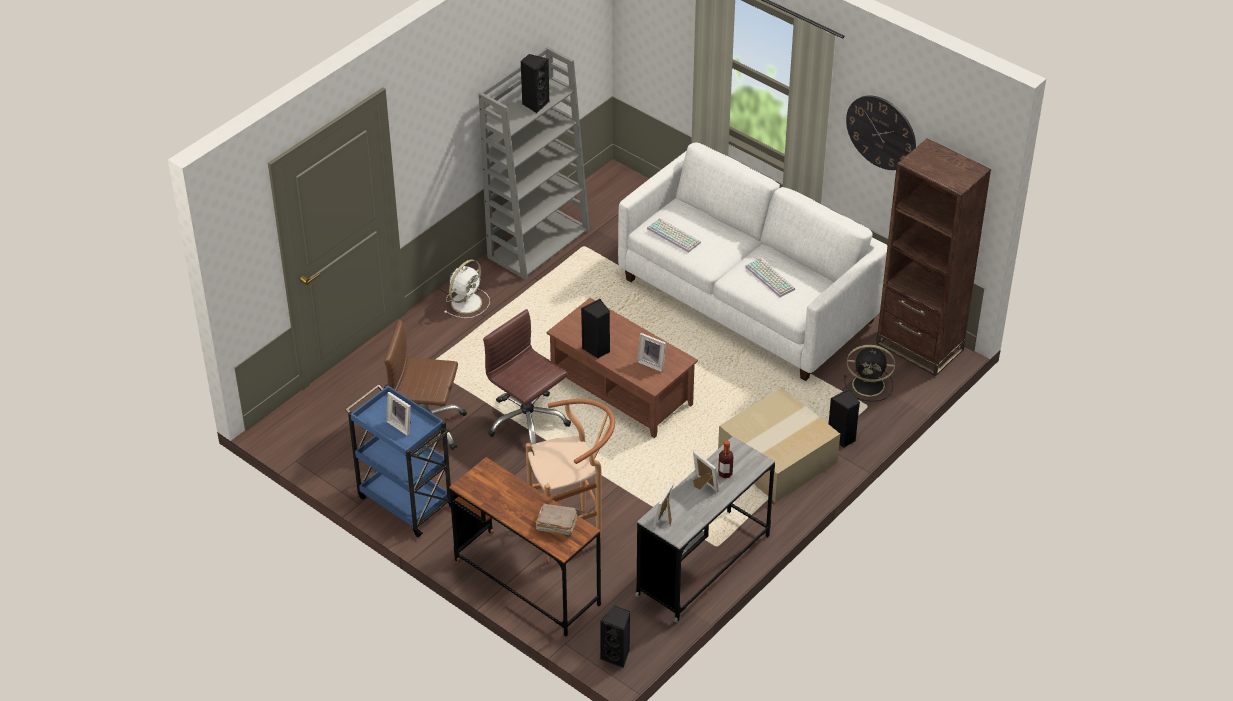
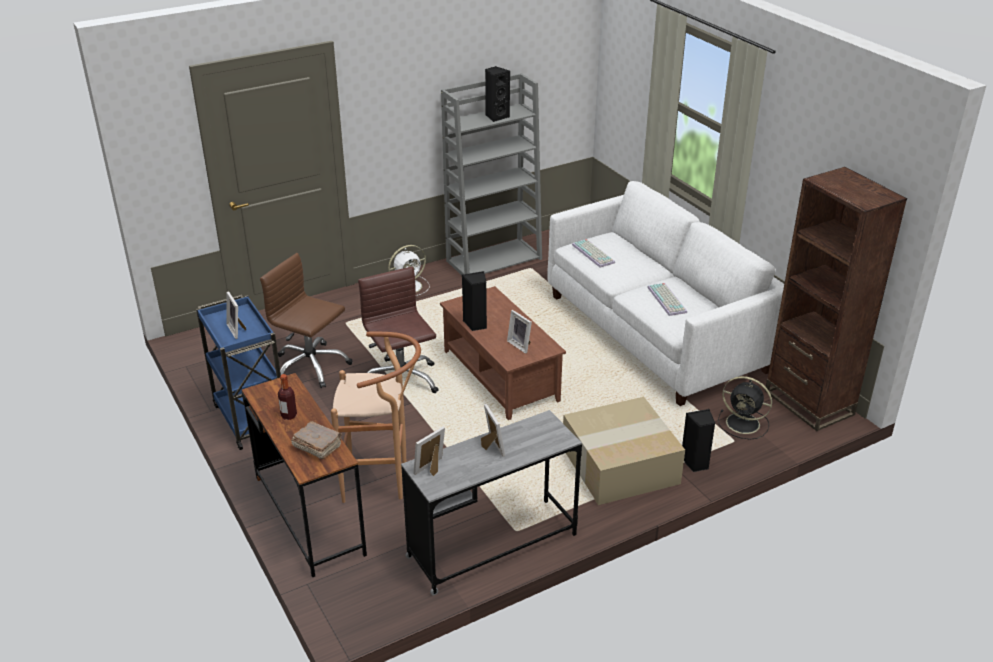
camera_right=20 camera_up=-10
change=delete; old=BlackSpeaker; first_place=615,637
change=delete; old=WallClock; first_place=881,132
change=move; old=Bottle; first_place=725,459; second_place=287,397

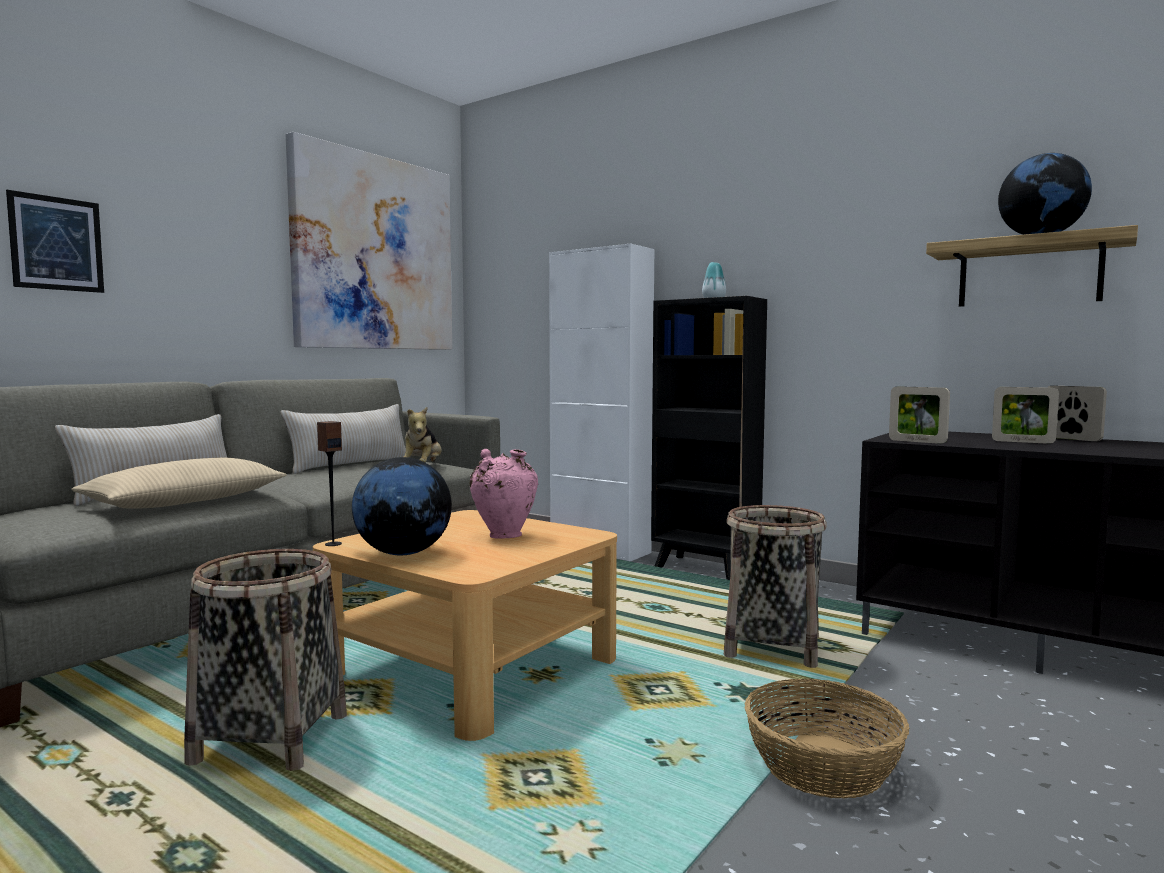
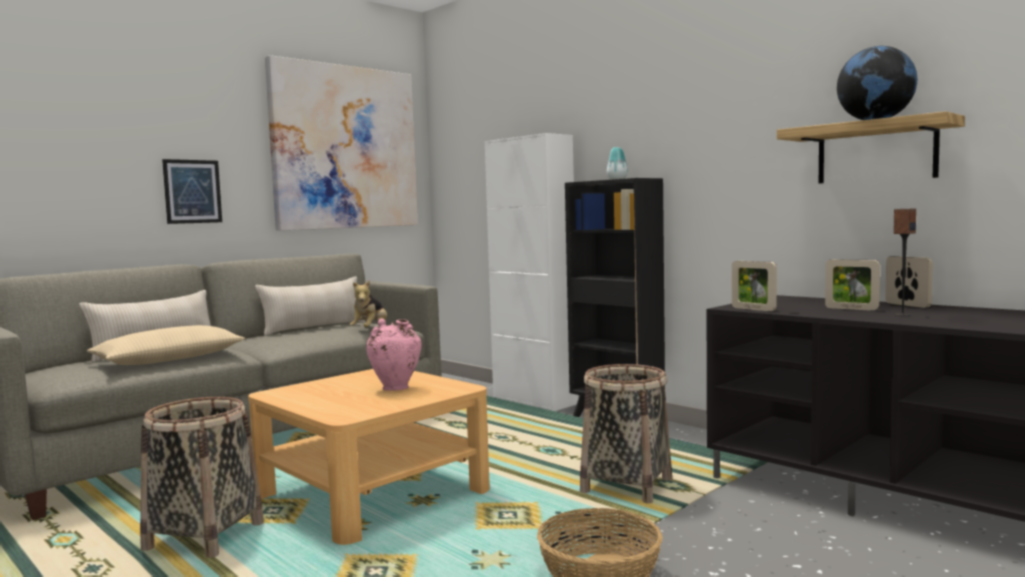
camera_right=10 camera_up=0
change=delete; old=Globe; first_place=402,506
change=move; old=Picture; first_place=55,241; second_place=192,191
change=move; old=Speaker; first_place=329,483; second_place=904,262

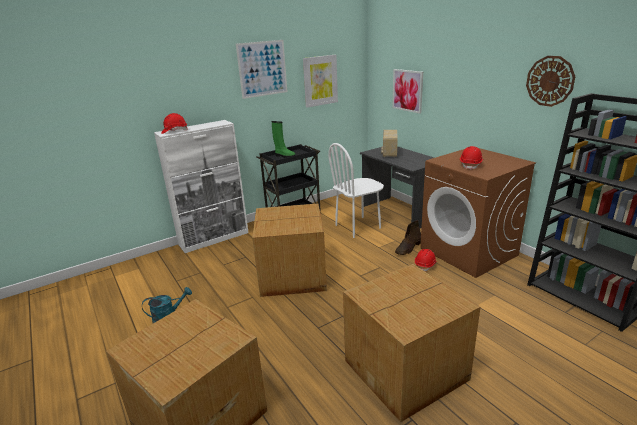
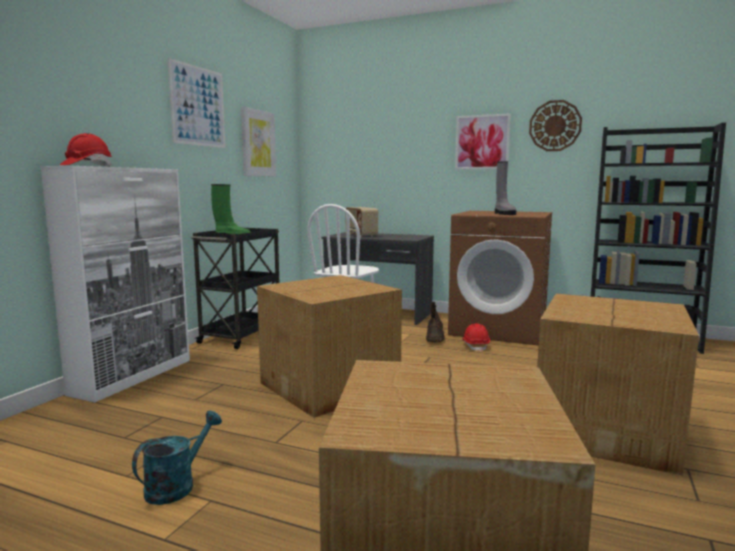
camera_right=-35 camera_up=-15
change=move; old=Picture; first_place=407,91; second_place=483,141
change=replace; old=RedHardHat; new=GreyBoot; first_place=471,158; second_place=505,188

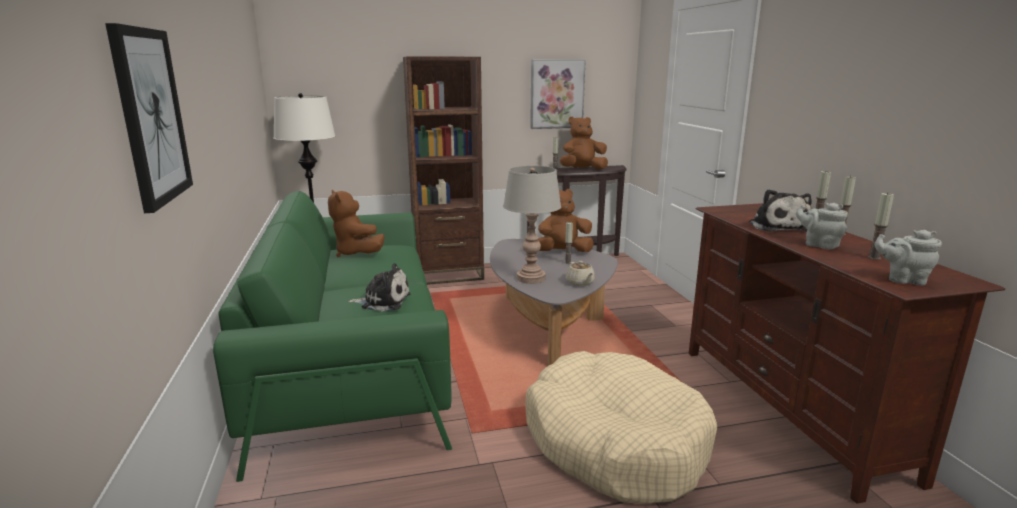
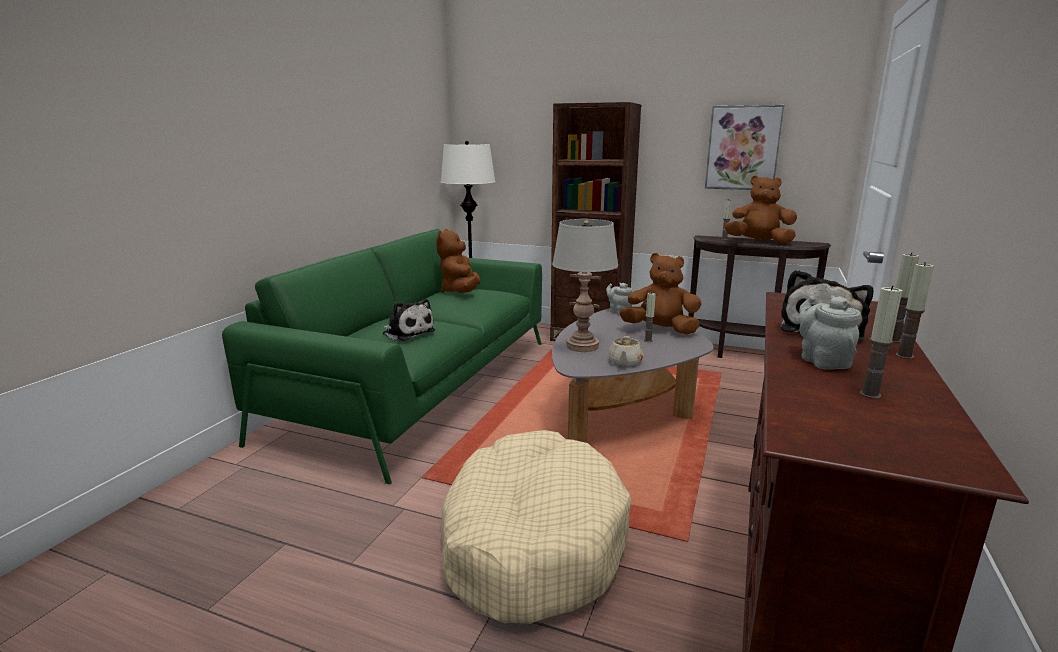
camera_right=35 camera_up=0
change=delete; old=Picture; first_place=149,118
change=move; old=GreyTeapot; first_place=908,257; second_place=619,299

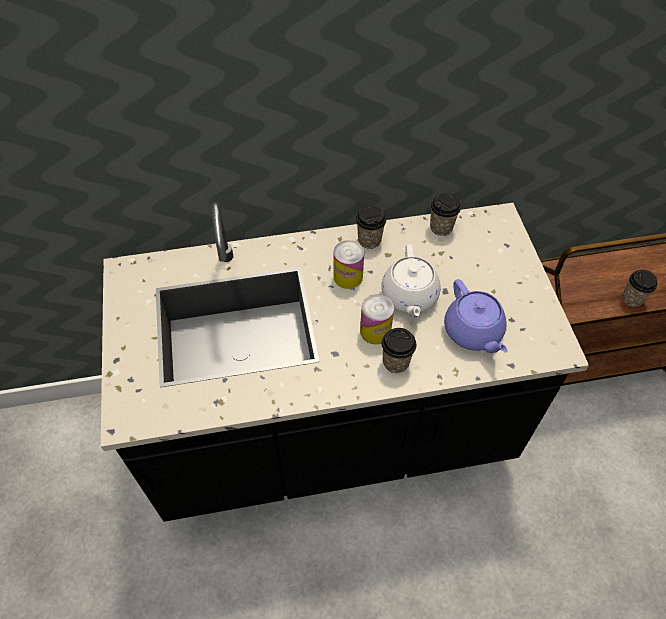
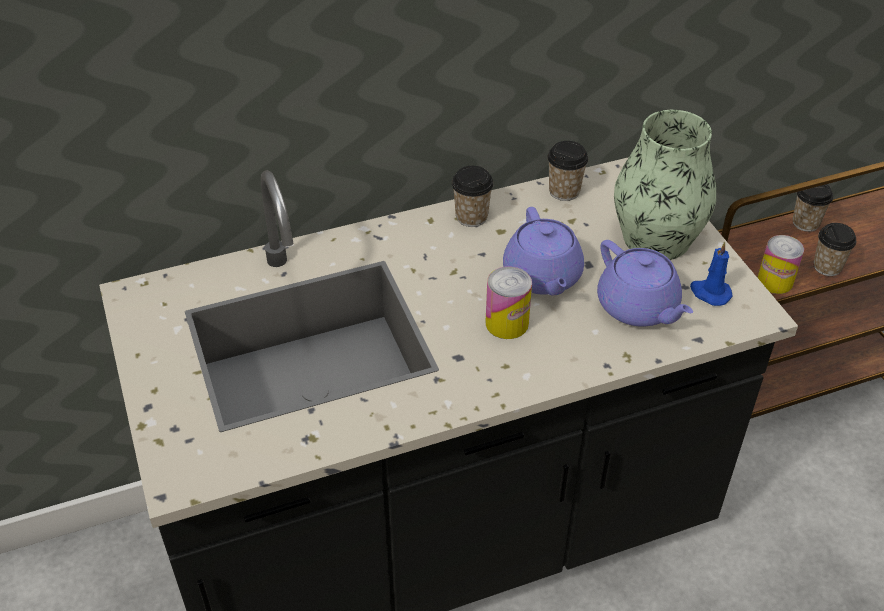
camera_right=-10 camera_up=-10
change=insert; new=Vase; second_place=665,185
change=insert; new=BlueCandle; second_place=711,273
change=move; old=Can; first_place=348,264; second_place=780,264
change=move; old=Cup; first_place=399,350; second_place=813,206
change=recolor; old=WhiteTeapot; new=PurpleTeapot; first_place=410,280; second_place=543,251

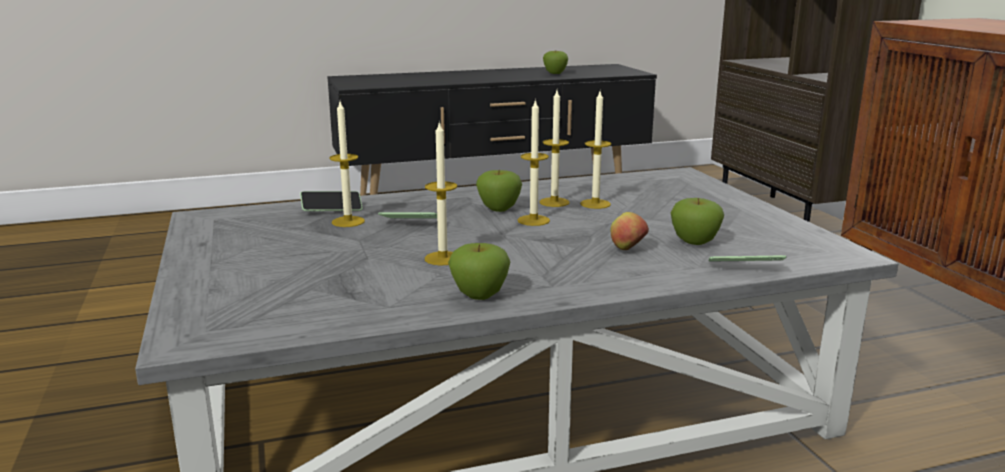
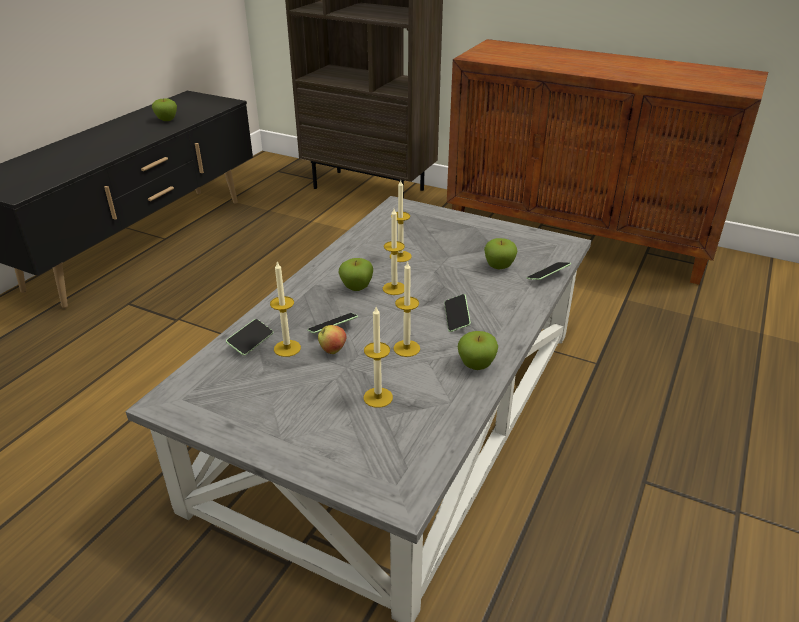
camera_right=-45 camera_up=15
change=insert; new=Phone; second_place=457,313
change=move; old=Candle; first_place=554,148; second_place=378,357
change=move; old=Apple; first_place=630,231; second_place=332,339

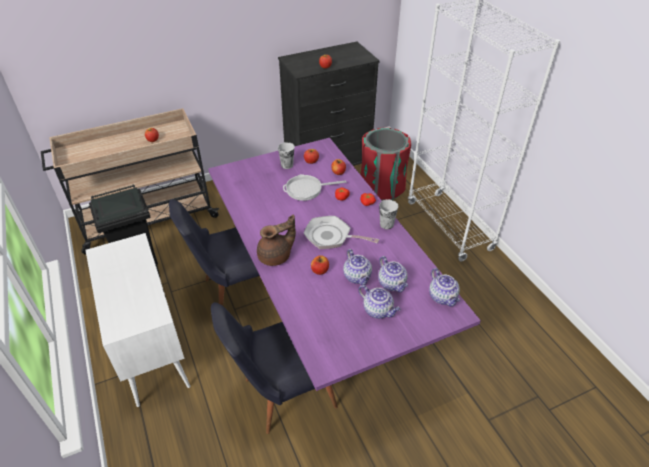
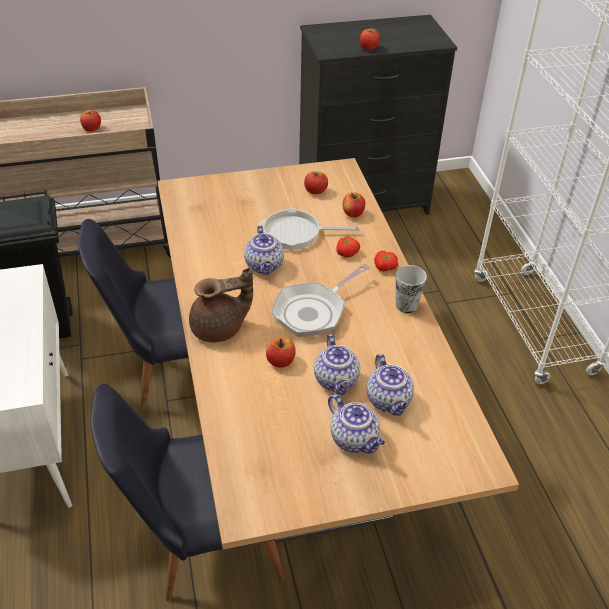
camera_right=10 camera_up=0
change=delete; old=Cup; first_place=286,155
change=delete; old=RedTrashCan; first_place=385,164
change=move; old=Teapot; first_place=444,287; second_place=264,250
change=recolor; old=PurpleDiningTable; new=BeigeDiningTable; first_place=344,264; second_place=338,353
change=rotate; old=FryingPan; first_place=341,232; second_place=320,300; degrees=-75

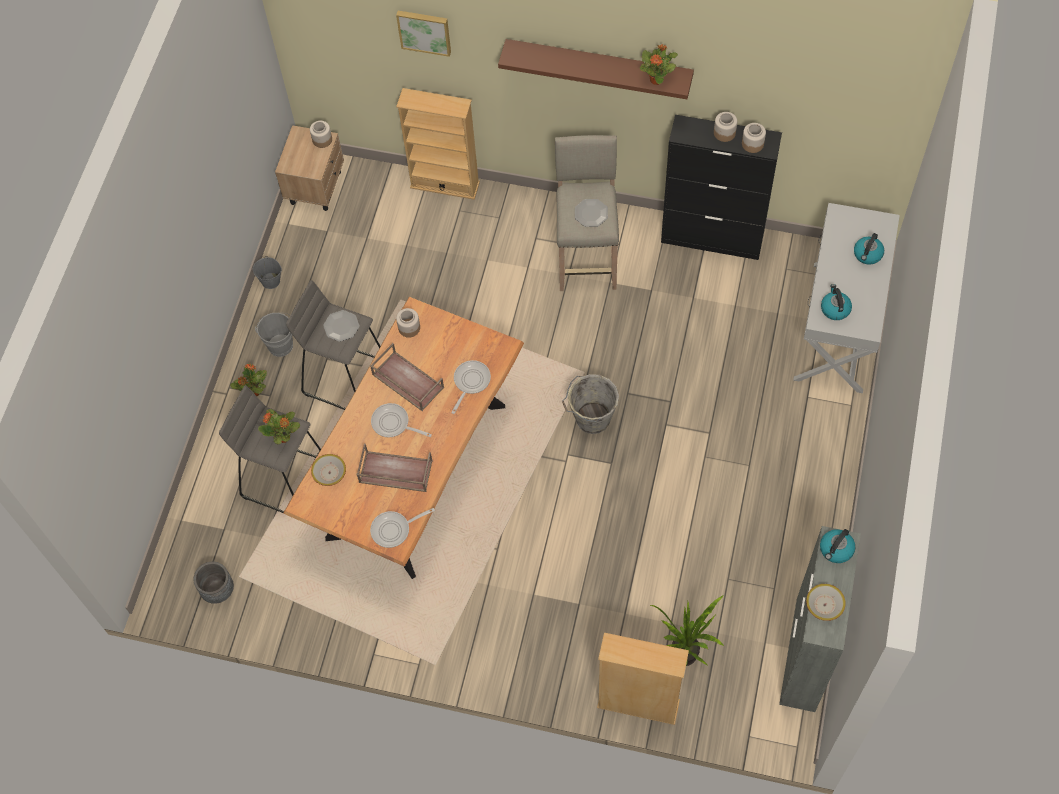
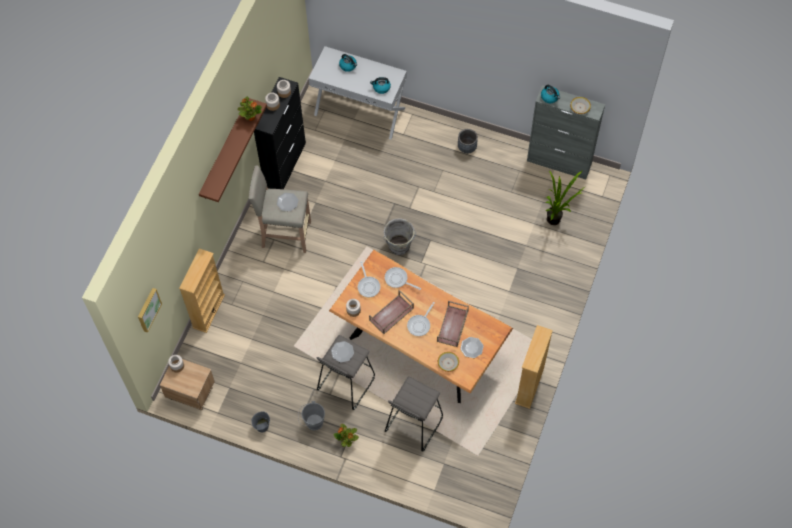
camera_right=-85 camera_up=0
change=delete; old=PottedPlant; first_place=279,427
change=insert; new=Plate; second_place=472,347
change=move; old=GreyPlanter; first_place=214,582; second_place=468,141
change=move; old=FryingPan; first_place=402,528; second_place=369,279
change=move; old=Picture; first_place=423,34; second_place=150,310
change=move; old=BeigeBookcase; first_place=643,679; second_place=534,367

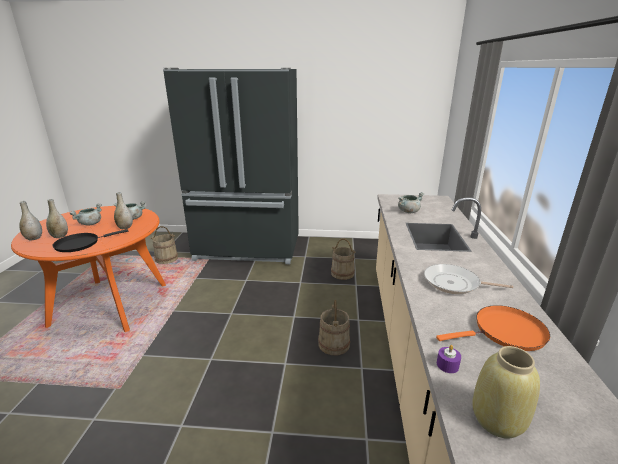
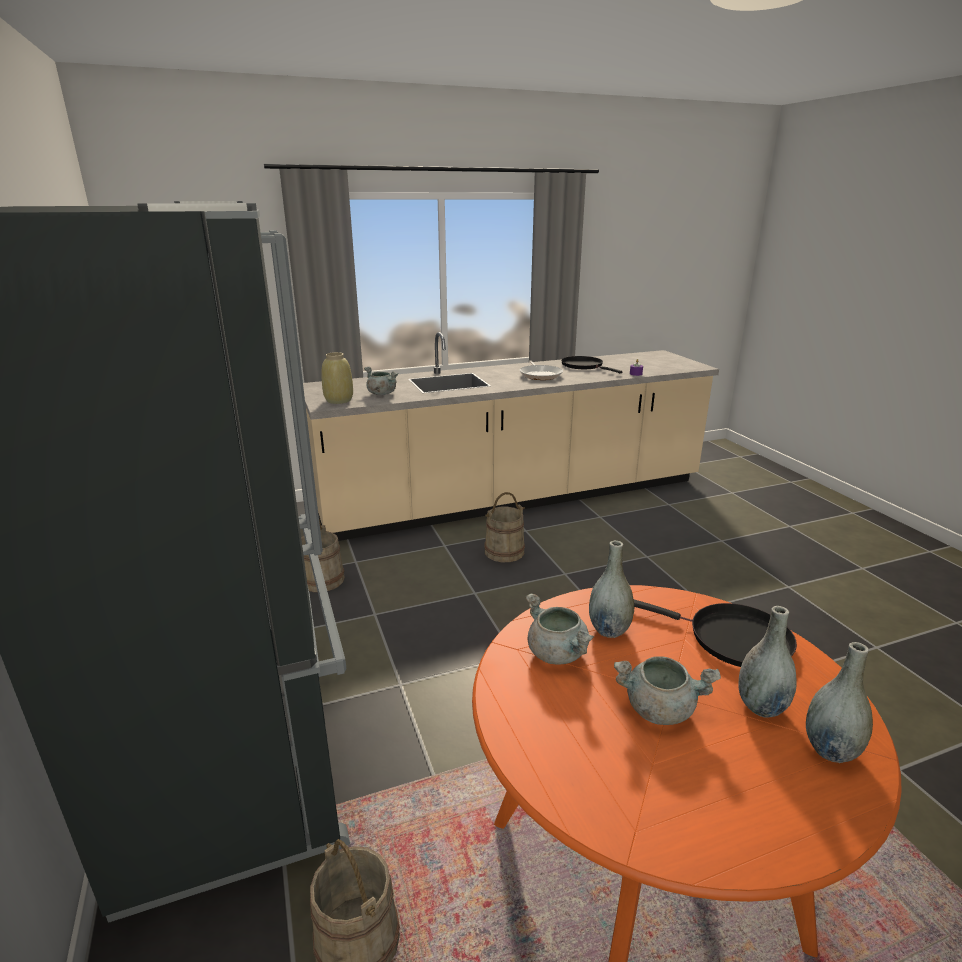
camera_right=-115 camera_up=0
change=move; old=BeigeVase; first_place=506,392; second_place=337,378
change=recolor; old=OrangeFryingPan; new=BlackFryingPan; first_place=493,328; second_place=591,364

